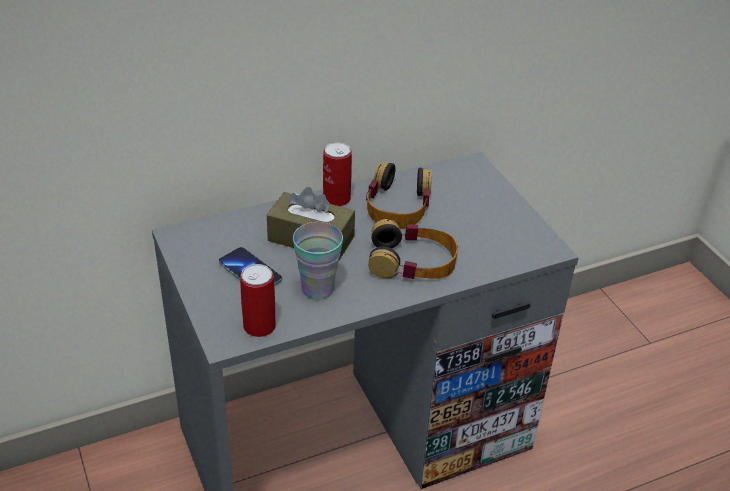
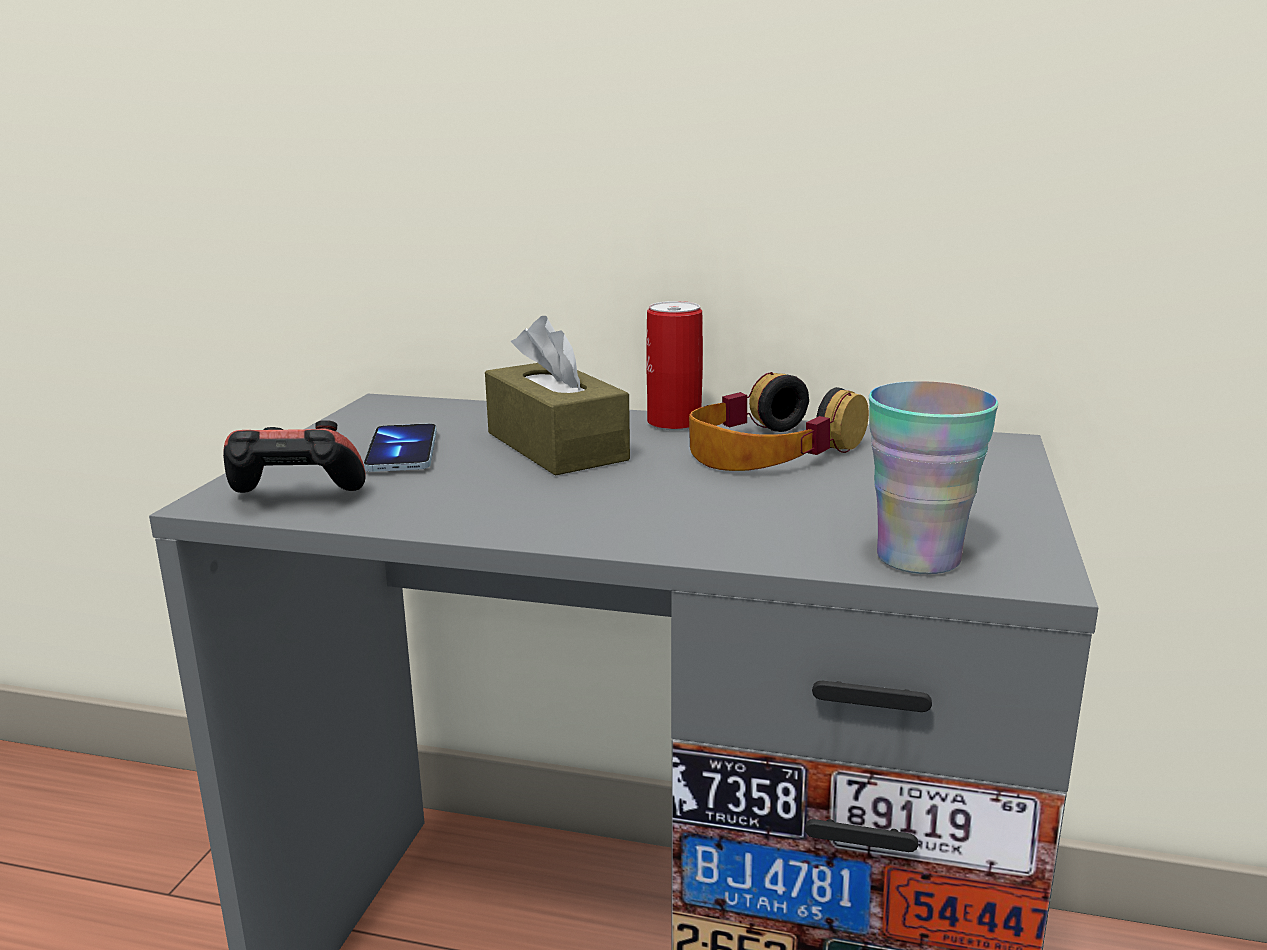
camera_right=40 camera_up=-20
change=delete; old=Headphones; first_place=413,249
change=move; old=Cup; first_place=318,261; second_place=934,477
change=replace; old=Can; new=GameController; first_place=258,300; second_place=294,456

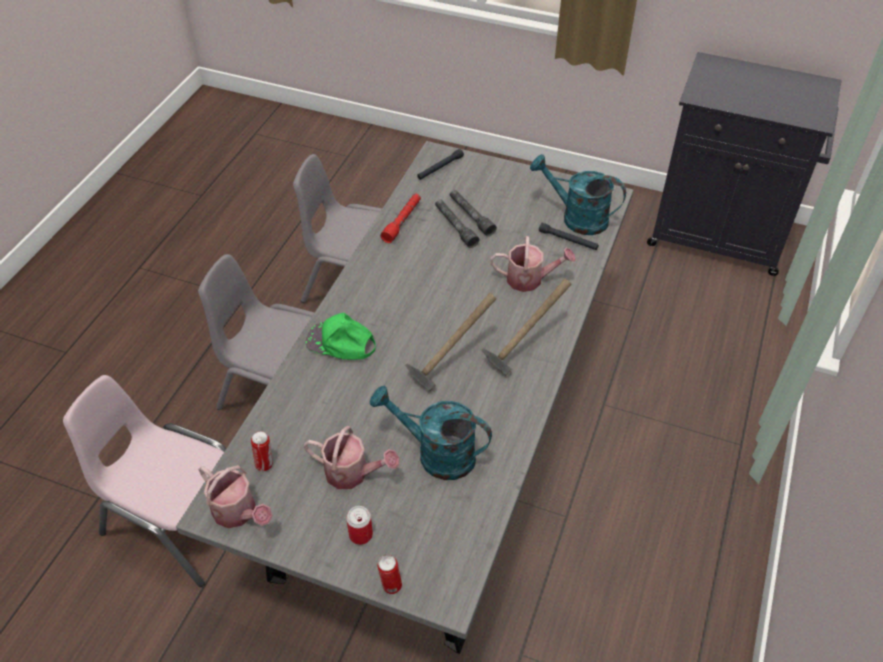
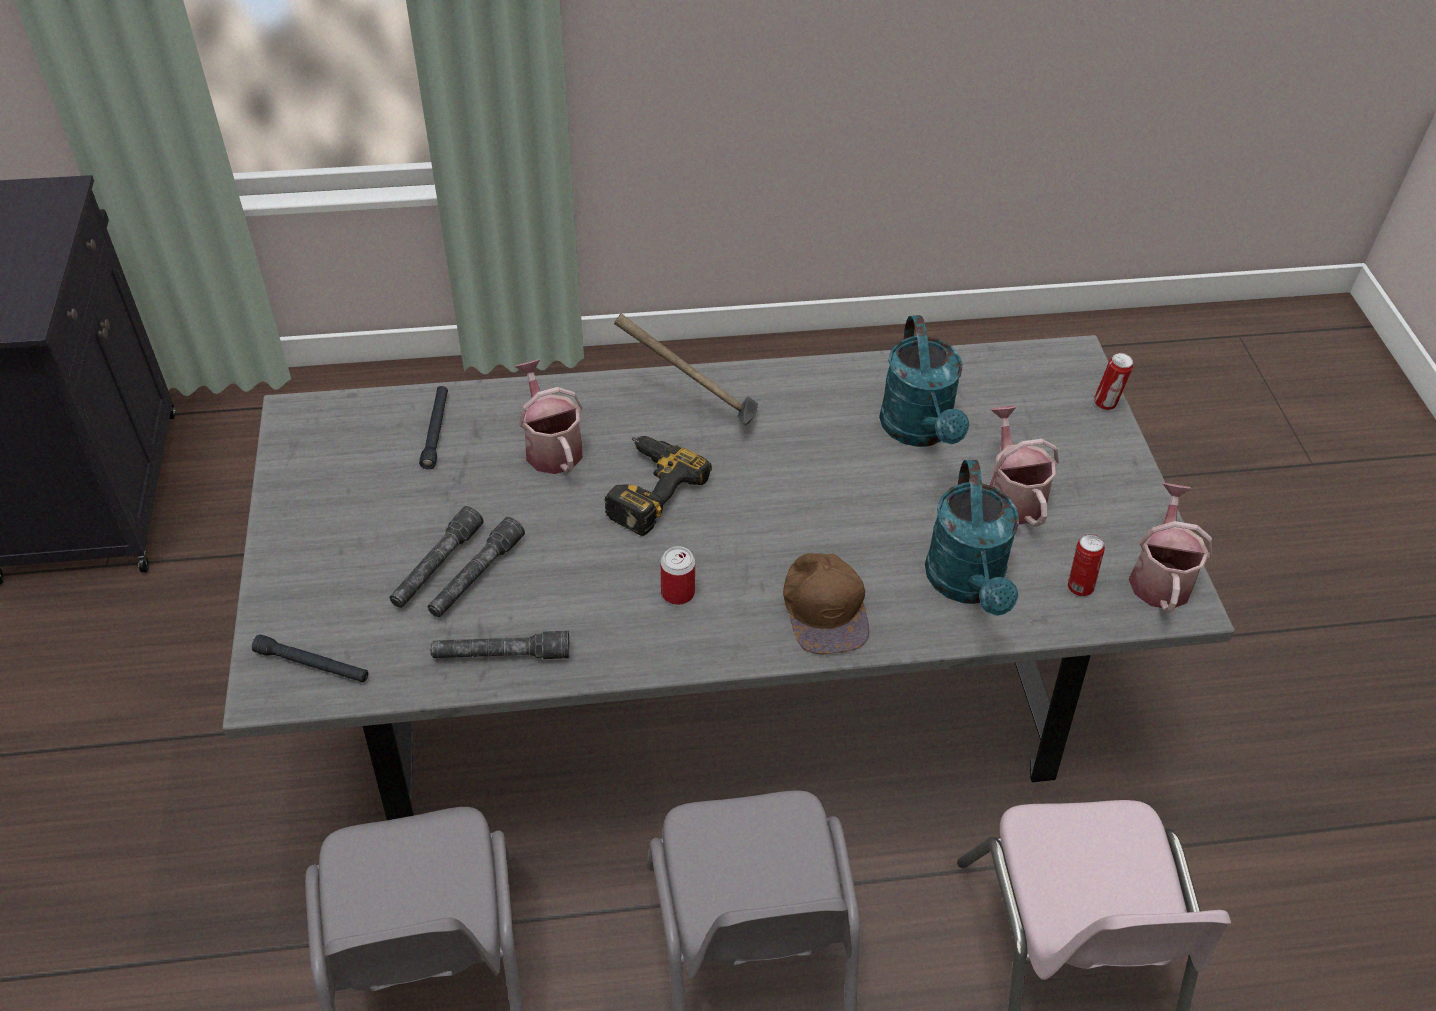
camera_right=-120 camera_up=0
change=delete; old=Hammer; first_place=451,342
change=insert; new=PowerDrill; second_place=658,486
change=move; old=Can; first_place=359,525; second_place=678,575
change=move; old=TurquoiseWateringCan; first_place=578,194; second_place=972,538
change=recolor; old=GreenCap; new=BrownCap; first_place=341,336; second_place=826,603
change=recolor; old=RedFlashlight; new=GreyFlashlight; first_place=400,218; second_place=500,645

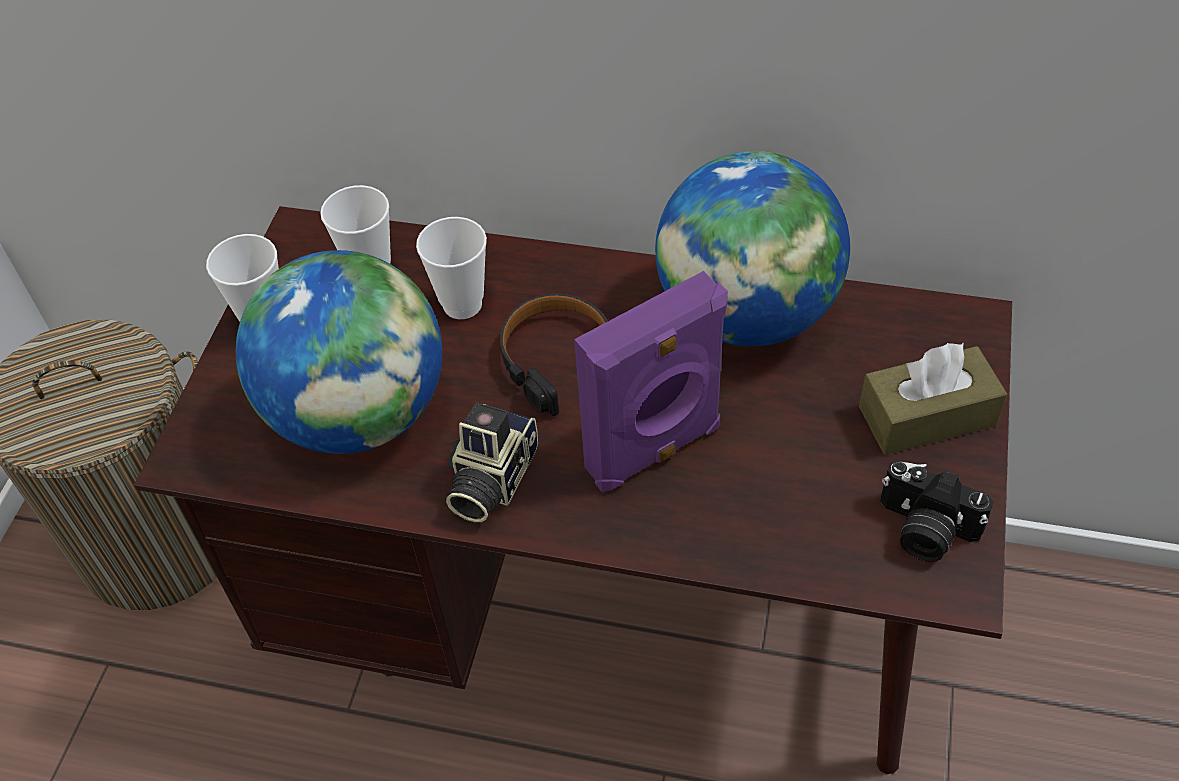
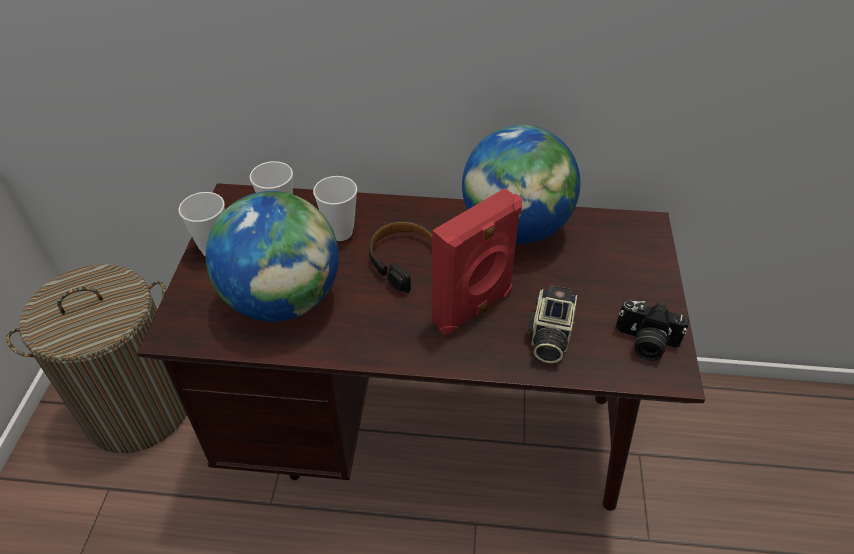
camera_right=-10 camera_up=-5
change=delete; old=BrownTissueBox; first_place=933,399
change=move; old=PhotoCamera; first_place=492,462; second_place=552,324
change=recolor; old=PurpleSpeaker; new=RedSpeaker; first_place=651,381; second_place=477,261

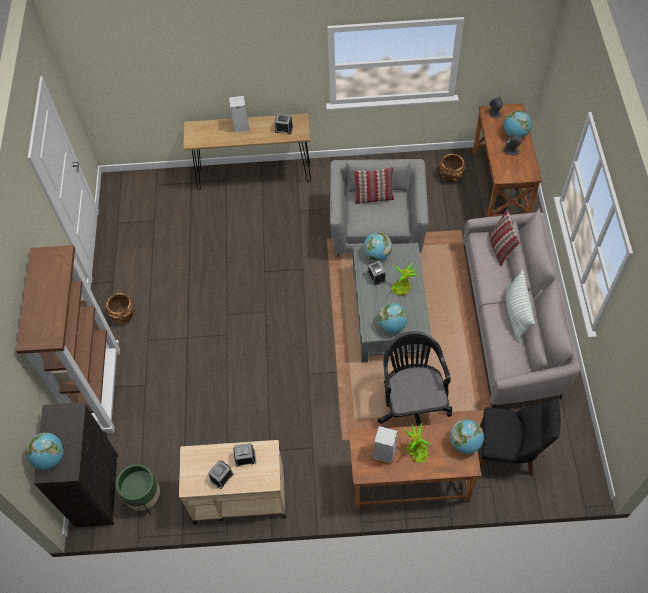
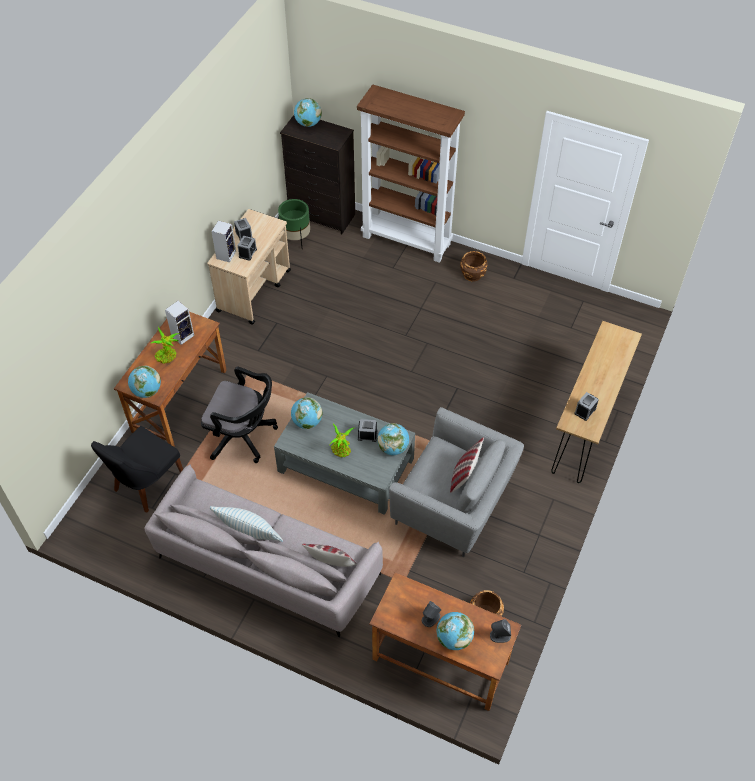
camera_right=115 camera_up=-5
change=move; old=Speaker; first_place=239,114; second_place=223,241

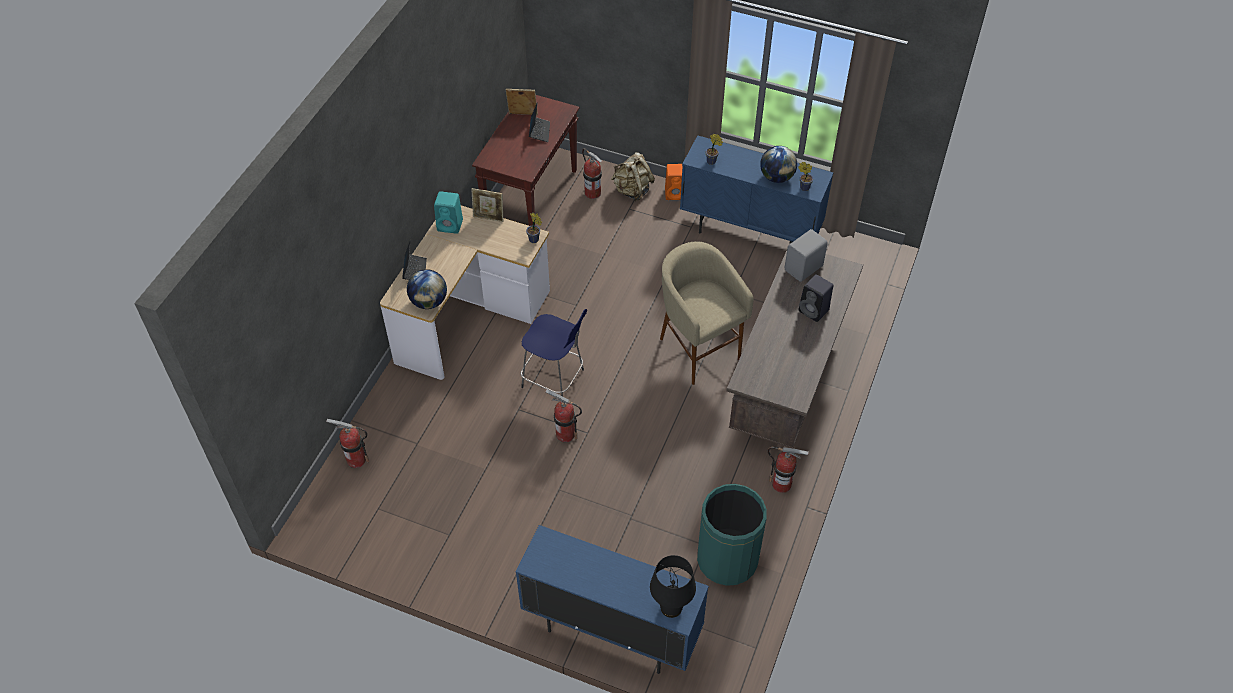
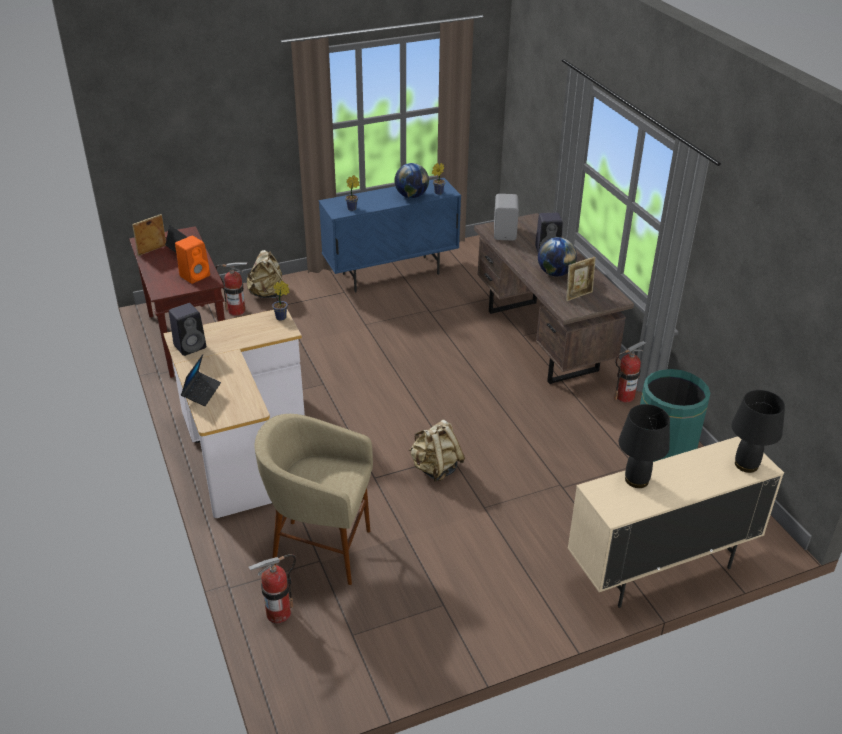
camera_right=-45 camera_up=-15
change=delete; old=BlueStool; first_place=554,352
change=insert; new=BlackTableLamp; second_place=644,446
change=move; old=Globe; first_place=427,289; second_place=557,256
change=move; old=PictureFrame; first_place=487,205; second_place=581,279
change=move; old=BeigeStool; first_place=707,313; second_place=314,499
change=move; old=OrangeSpeaker; first_place=674,182; second_place=192,260
change=replace; old=FireExtinguisher; new=BeigeBackpack; first_place=563,416; second_place=437,451
change=recolor; old=TurquoiseSpeaker; new=BlackSpeaker; first_place=448,212; second_place=187,329
change=recolor; old=BlueCabinet; new=BeigeCabinet; first_place=612,599; second_place=676,522
change=rotate; old=Laptop; first_place=414,260; second_place=201,380; degrees=60

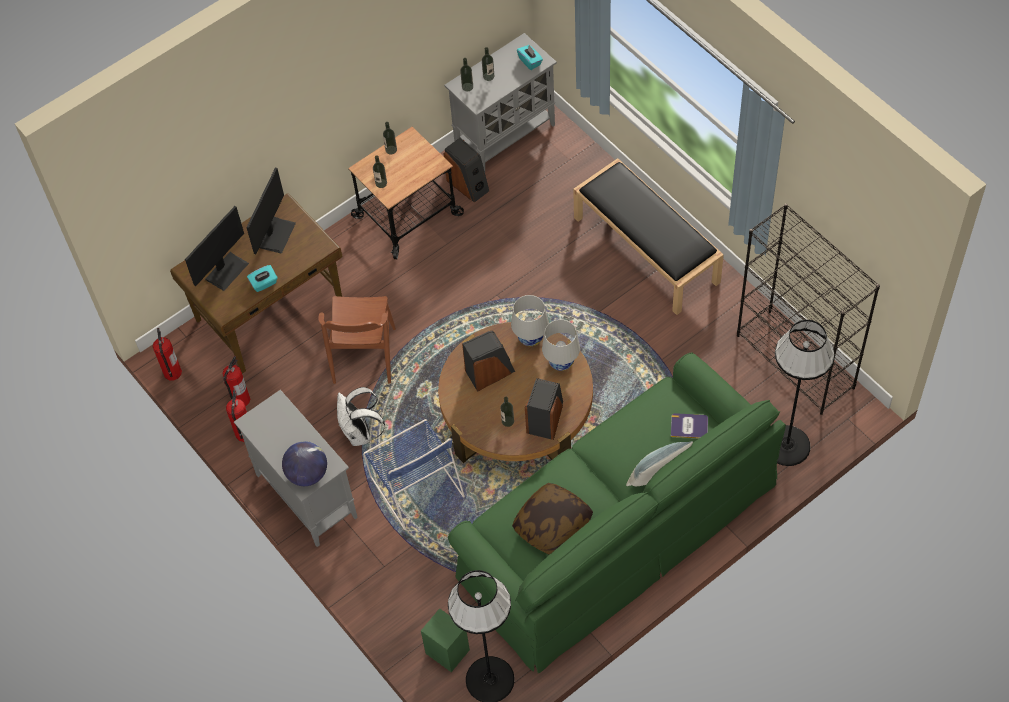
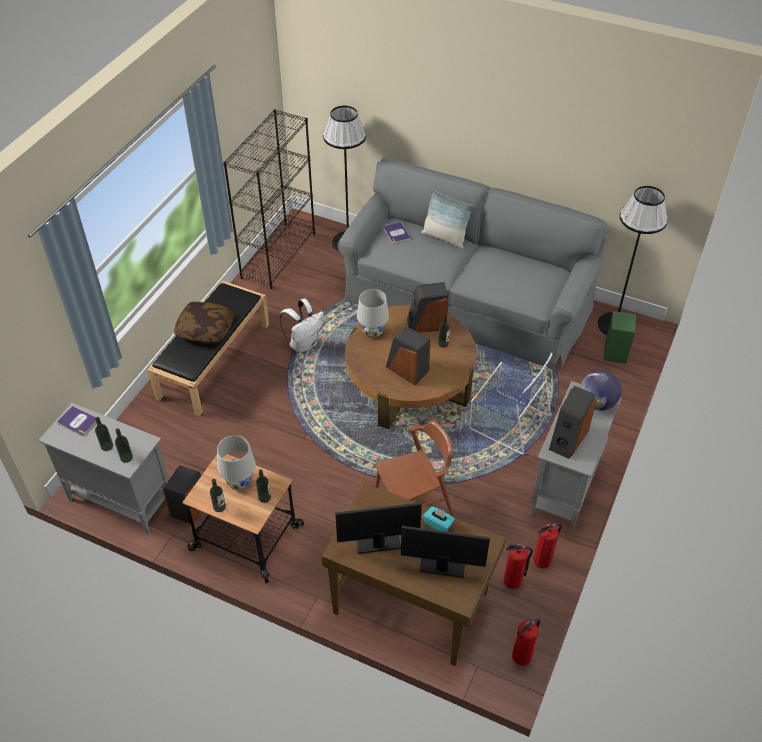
camera_right=-120 camera_up=-10
change=insert; new=Speaker; second_place=573,422
change=move; old=WhiteBackpack; first_place=361,416; second_place=302,326
change=move; old=WhiteTableLamp; first_place=530,320; second_place=236,463
change=move; old=Pillow; first_place=552,519; second_place=204,323
change=replace; old=TurquoiseTissueBox; new=Book; first_place=530,57; second_place=76,421
change=recolor; old=GreenSofa; new=GreySofa; first_place=617,512; second_place=473,264
change=rotate; old=BlueChair; first_place=414,474; second_place=511,404; degrees=90

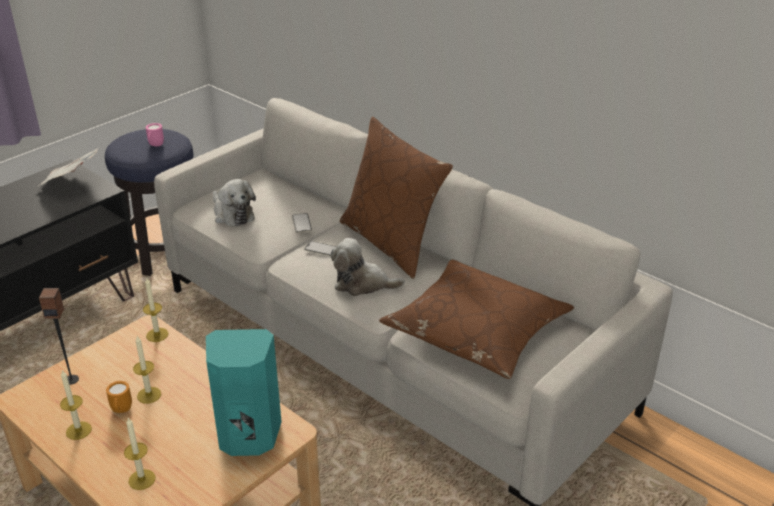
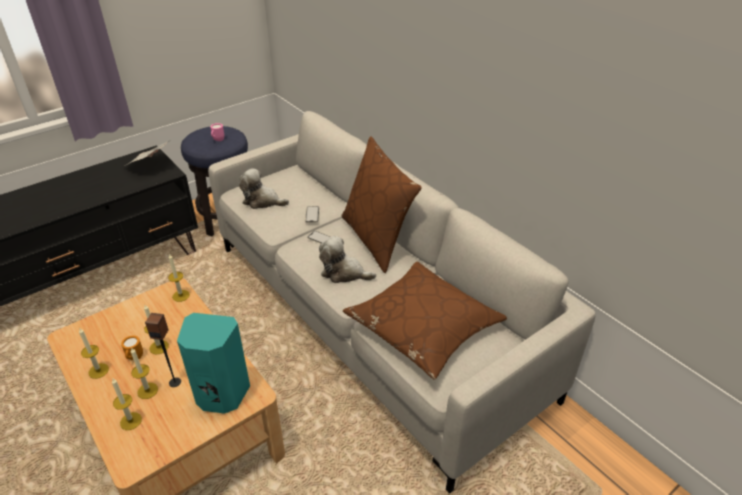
camera_right=10 camera_up=5
change=insert; new=Candle; second_place=144,373
change=move; old=Speaker; first_place=59,336; second_place=163,350
change=rotate; old=PlushToy; first_place=234,203; second_place=264,188; degrees=135

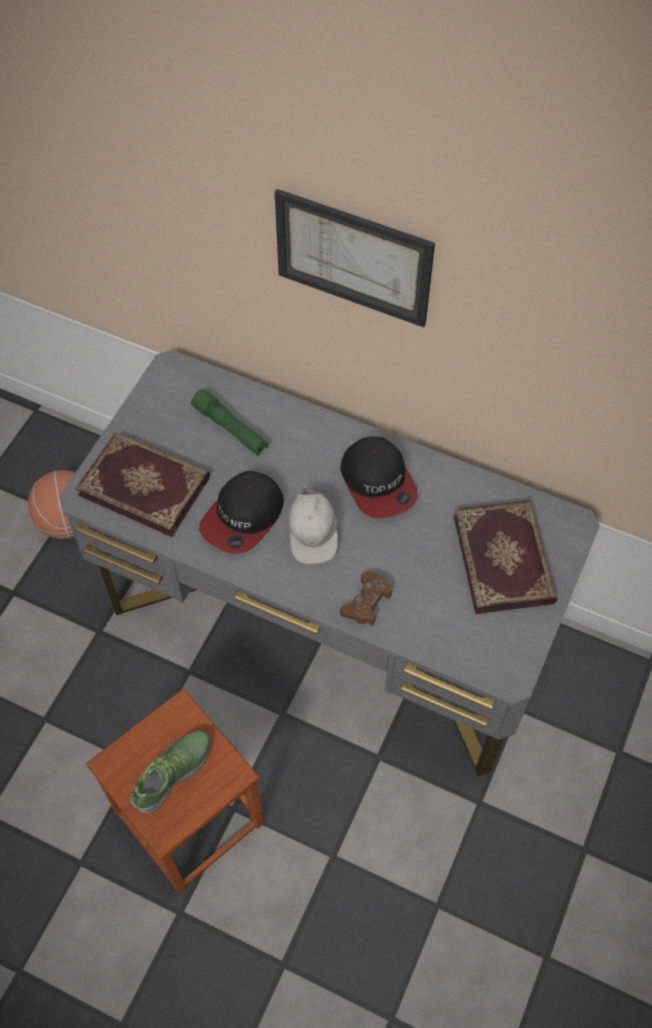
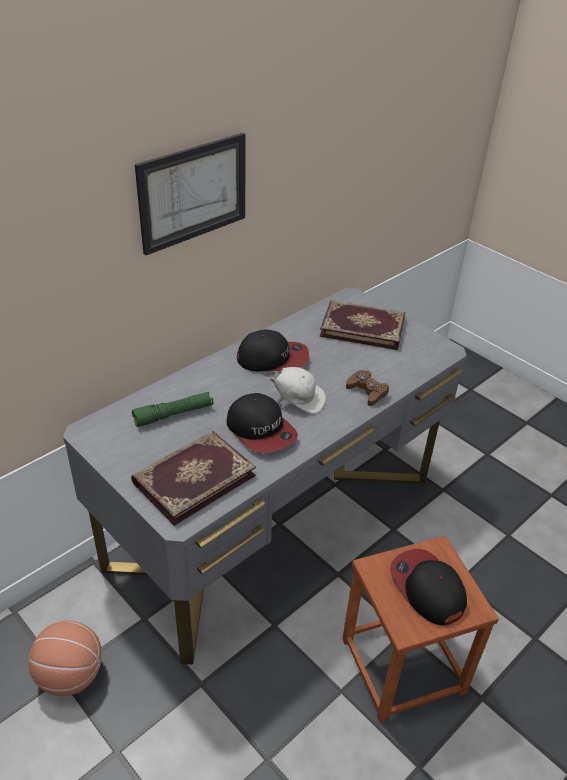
camera_right=-70 camera_up=-20
change=replace; old=Shoe; new=Cap; first_place=170,772; second_place=428,587

